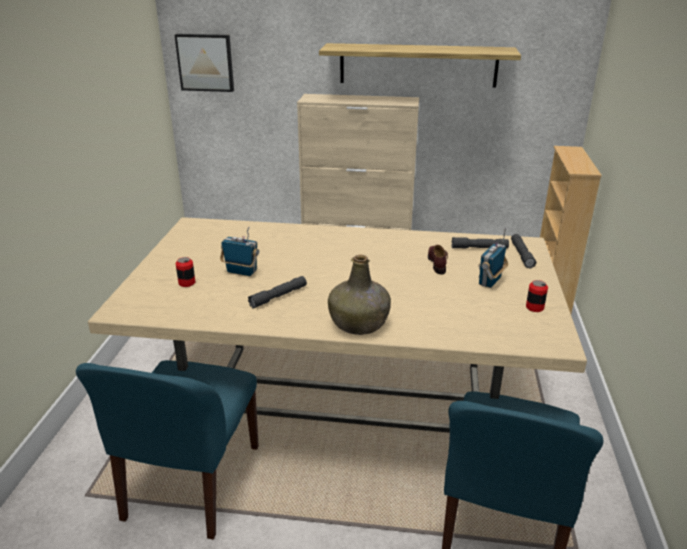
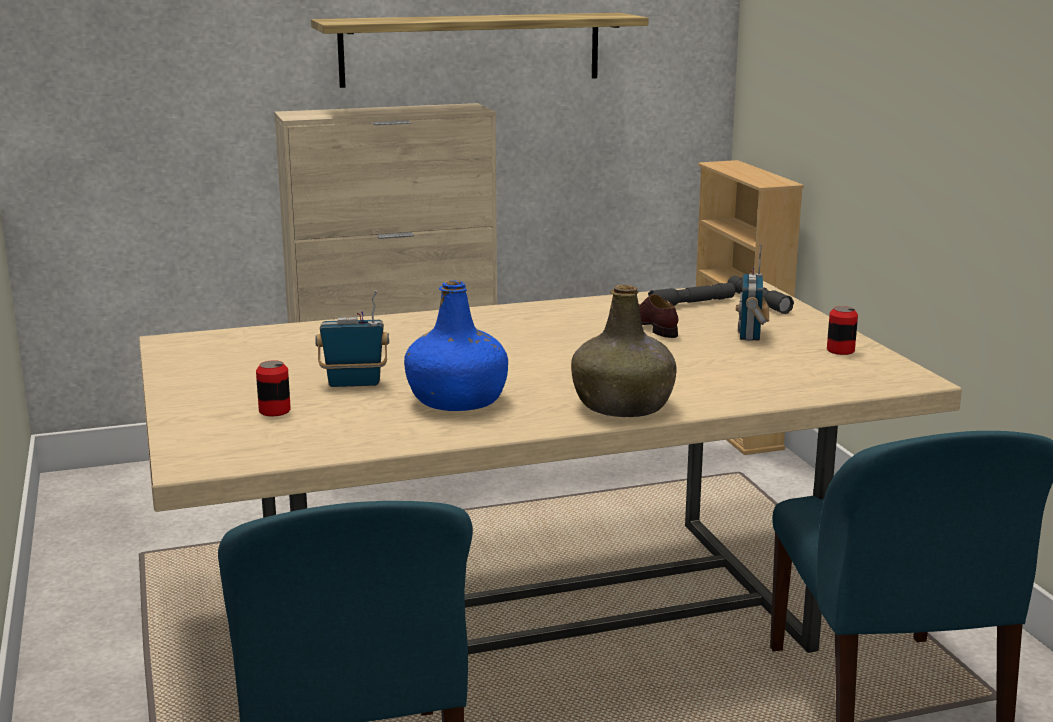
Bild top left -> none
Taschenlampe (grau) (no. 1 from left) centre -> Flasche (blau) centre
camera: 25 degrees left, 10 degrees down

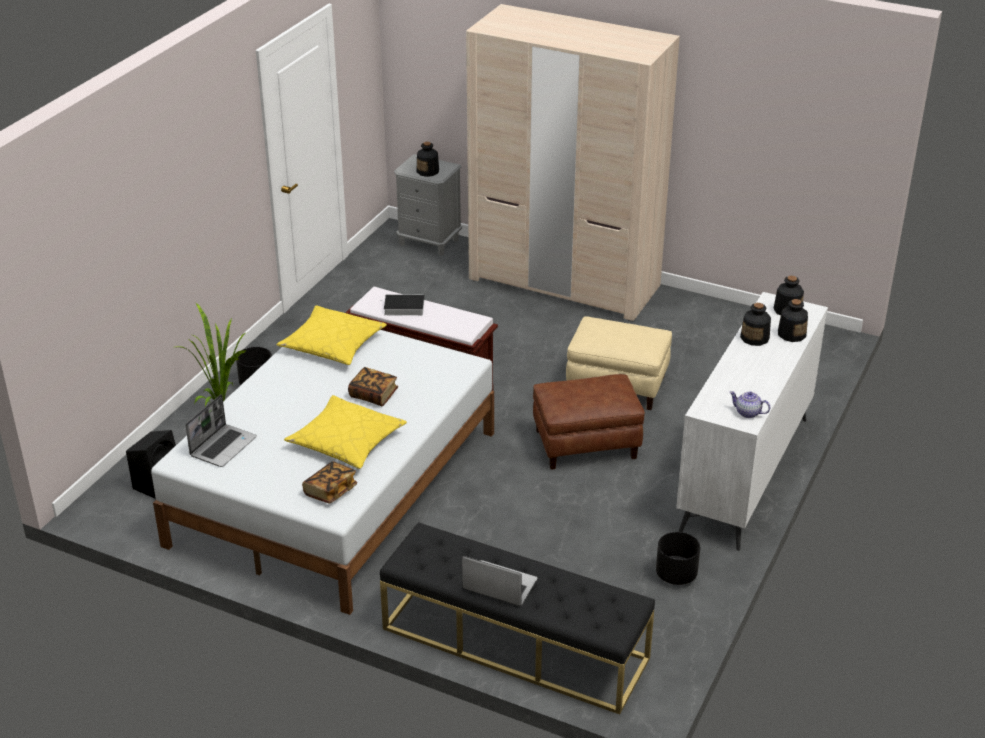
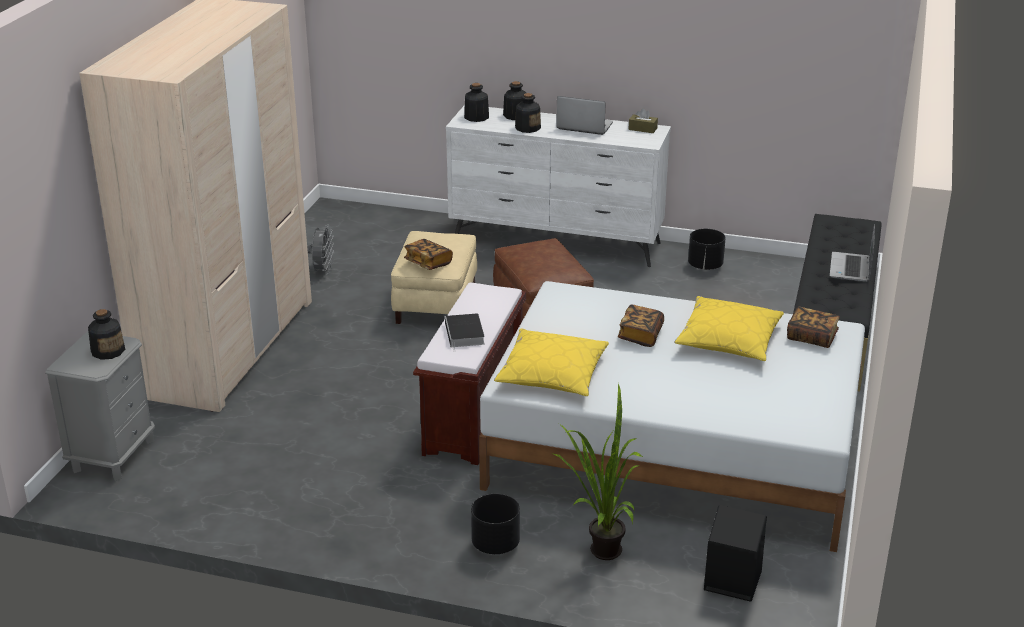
Laptop (no. 1 from left) middle left -> Laptop (no. 1 from left) top centre, relocated
Teekanne middle right -> Taschentuchbox (braun) top centre
none -> Ventilator (grau) middle left
none -> Buch (no. 1 from left) centre
camera: 100 degrees left, 5 degrees down

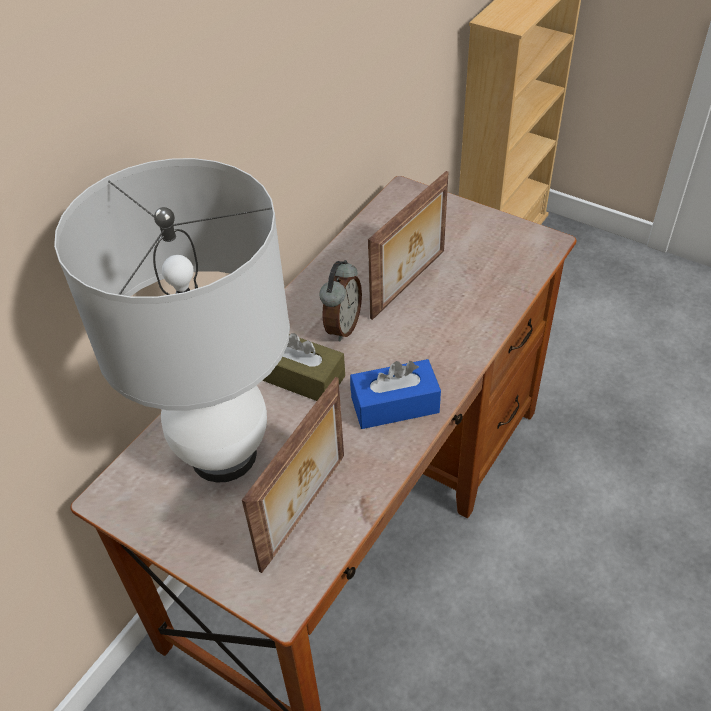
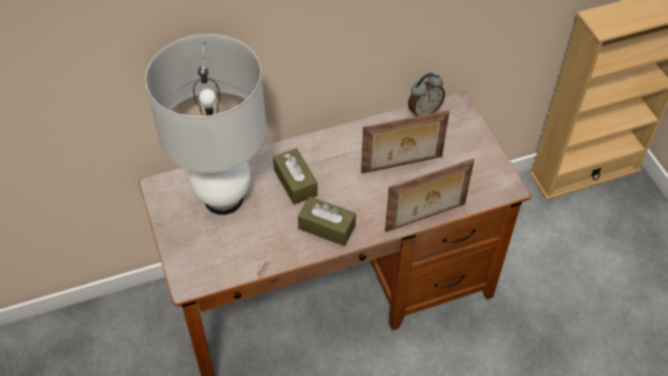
Bilderrahmen (no. 1 from left in the first image) bottom centre -> Bilderrahmen (no. 2 from left) centre, relocated
Wecker centre -> Wecker top centre, relocated
Taschentuchbox (blau) centre -> Taschentuchbox (braun) (no. 2 from left) centre
camera: 35 degrees right, 5 degrees up

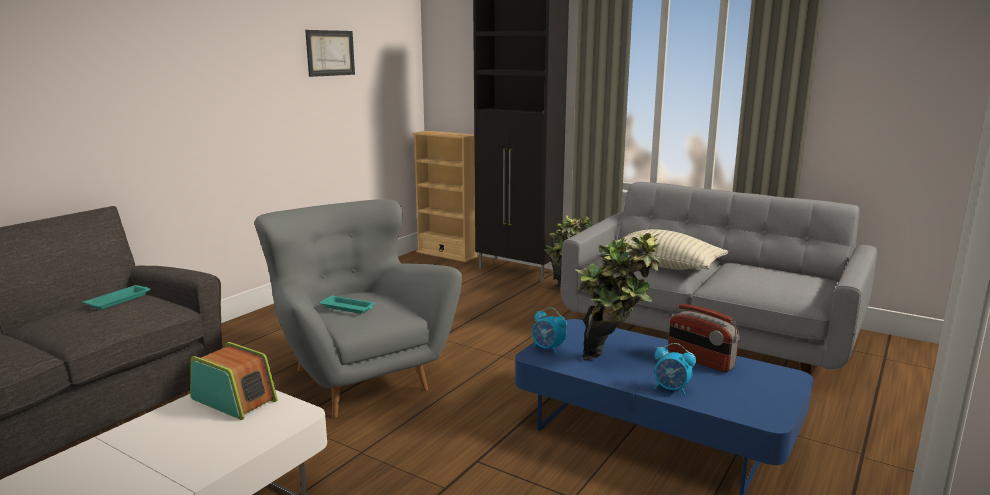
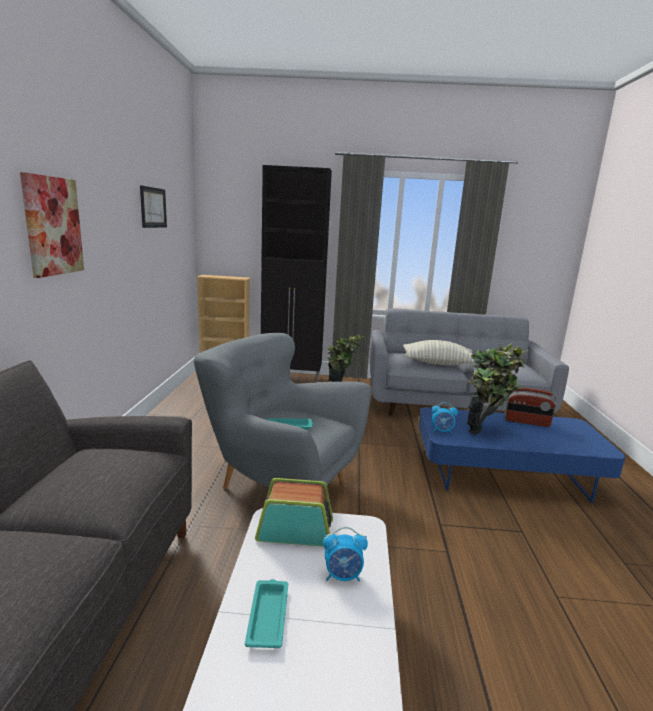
Tablett (türkis) (no. 1 from left) middle left -> Tablett (türkis) (no. 1 from left) bottom centre, relocated
Wecker (no. 2 from left in the first image) bottom right -> Wecker (no. 1 from left) bottom centre, relocated
none -> Bild (no. 1 from left) top left
camera: 30 degrees left, 0 degrees up

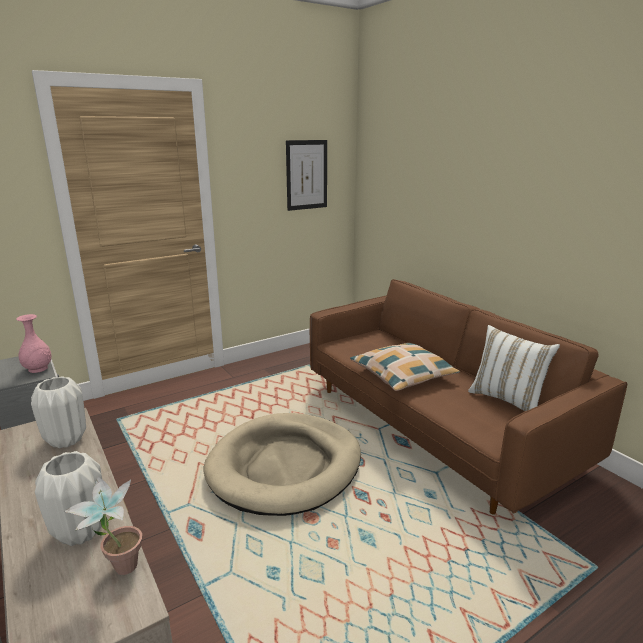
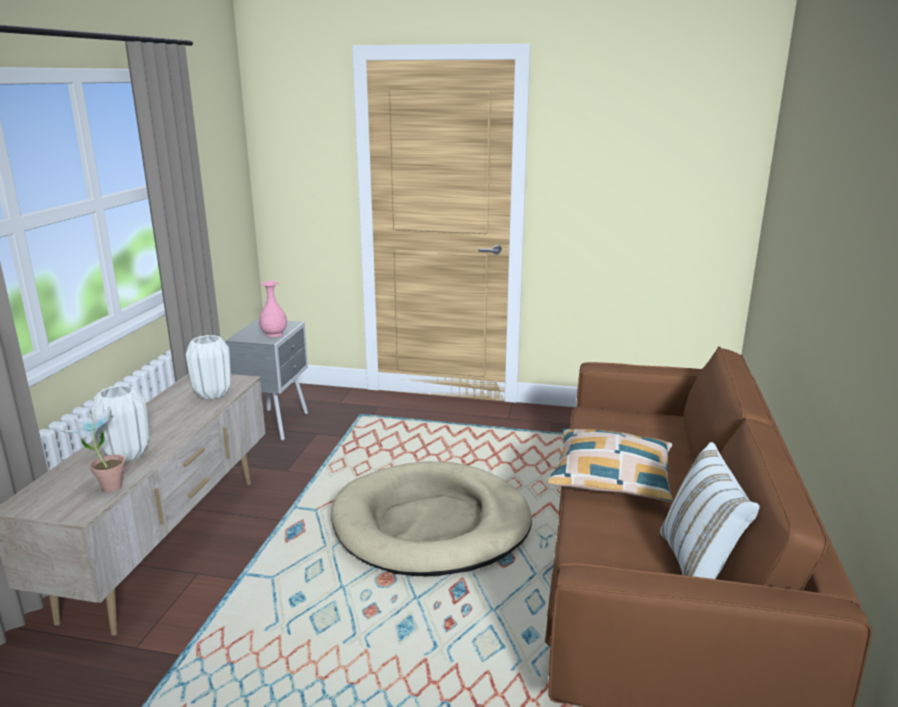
Bild top centre -> none
camera: 45 degrees right, 0 degrees up

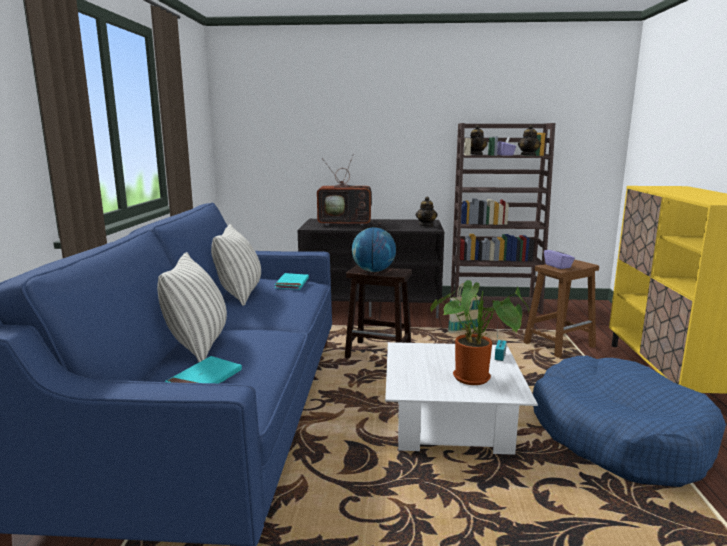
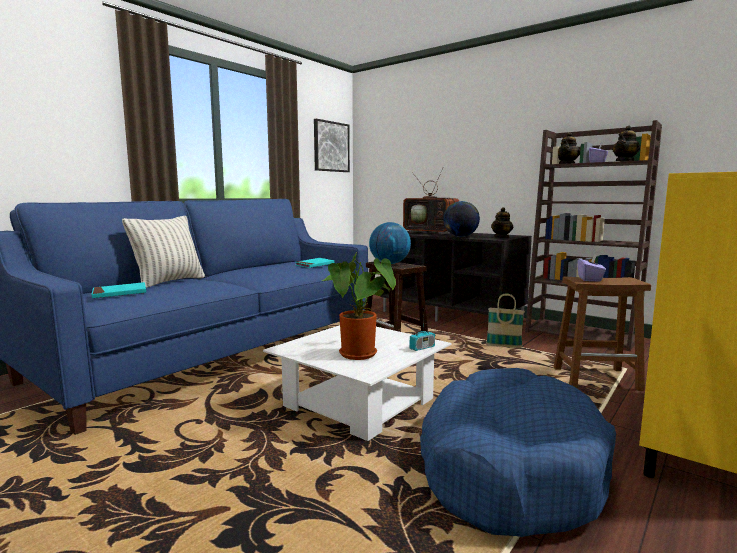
Kissen (no. 2 from left) middle left -> none
none -> Bild top centre
none -> Globus (no. 2 from left) centre
camera: 35 degrees right, 5 degrees down

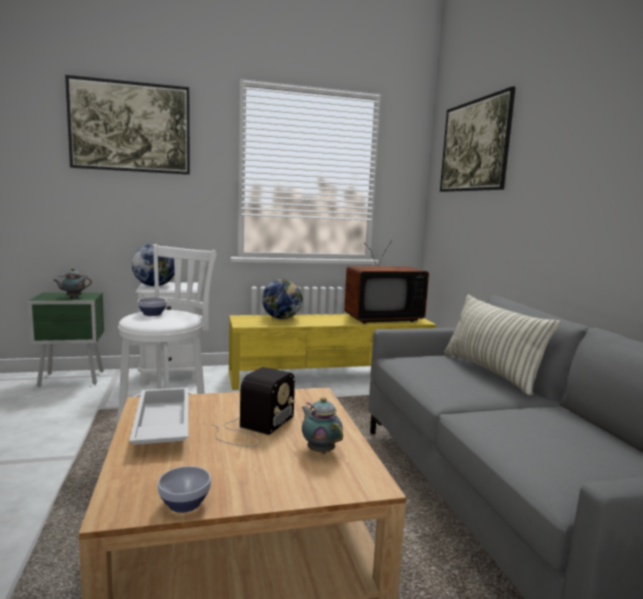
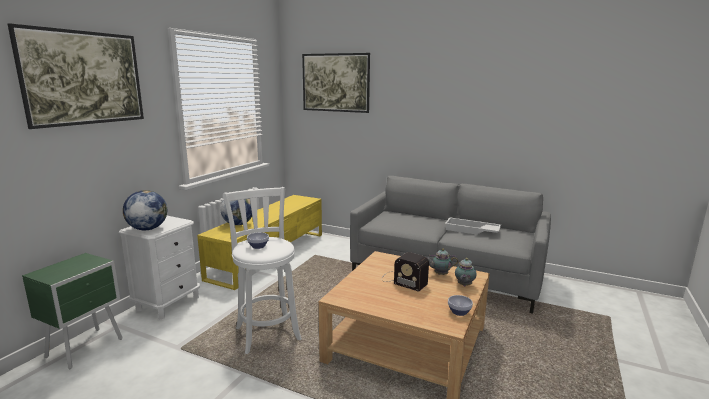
Teekanne (no. 1 from left in the first image) middle left -> Teekanne (no. 2 from left) bottom centre, relocated
Tablett (weiß) bottom left -> Tablett (weiß) middle right, relocated
Radio bottom centre, 150 degrees clockwise
Fernseher centre -> none
Kissen middle right -> none
camera: 50 degrees left, 5 degrees up

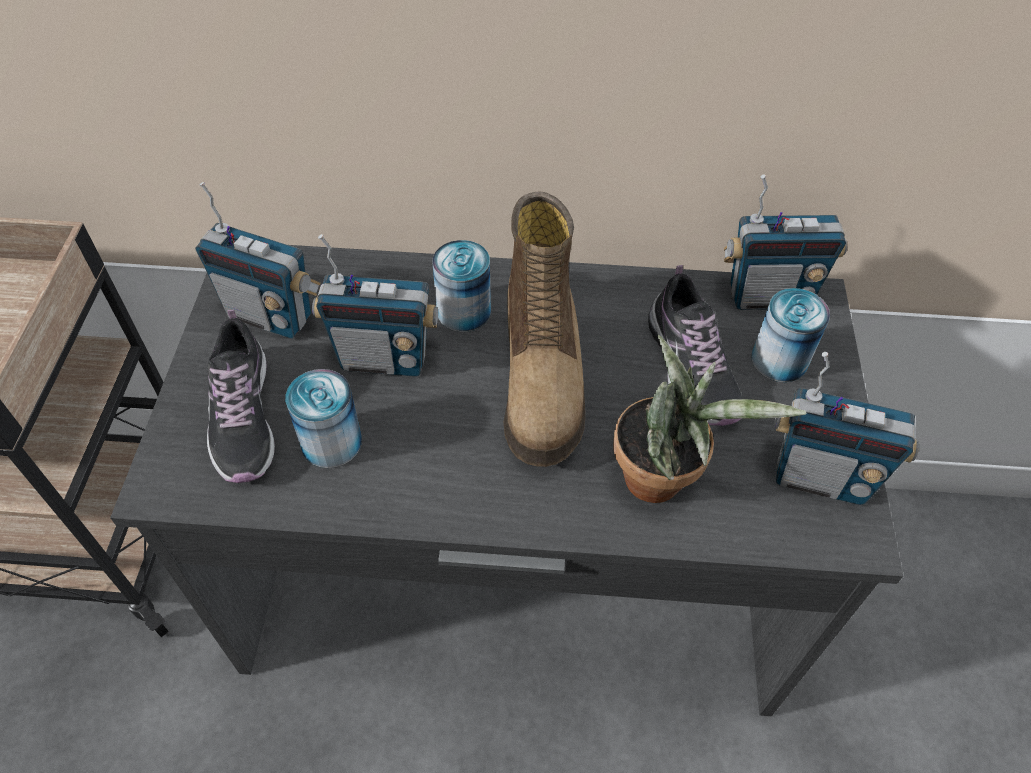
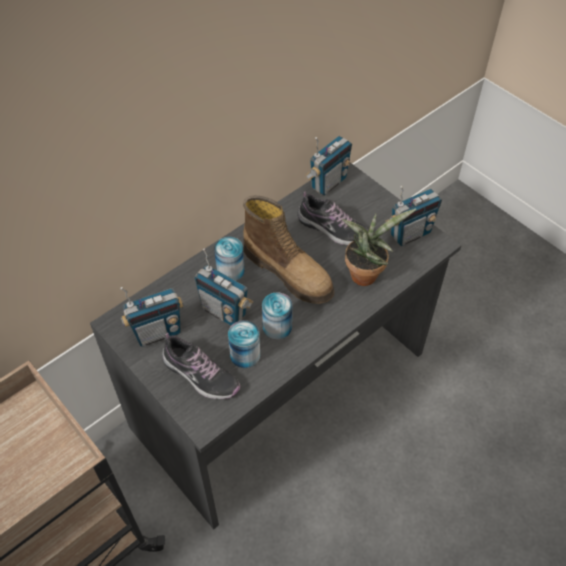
Radio (no. 2 from left) centre, 75 degrees clockwise
Dose (no. 3 from left) middle right -> Dose (no. 3 from left) centre, relocated
camera: 45 degrees left, 0 degrees up

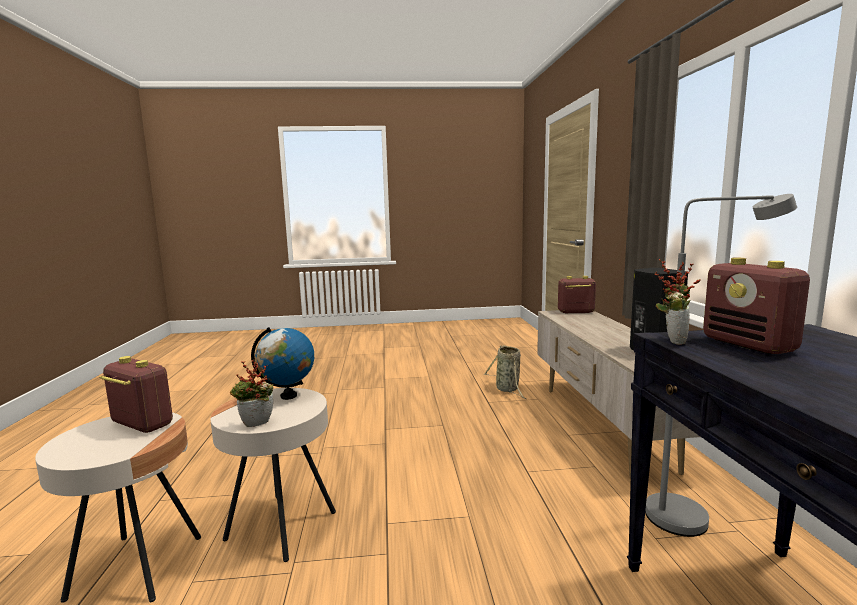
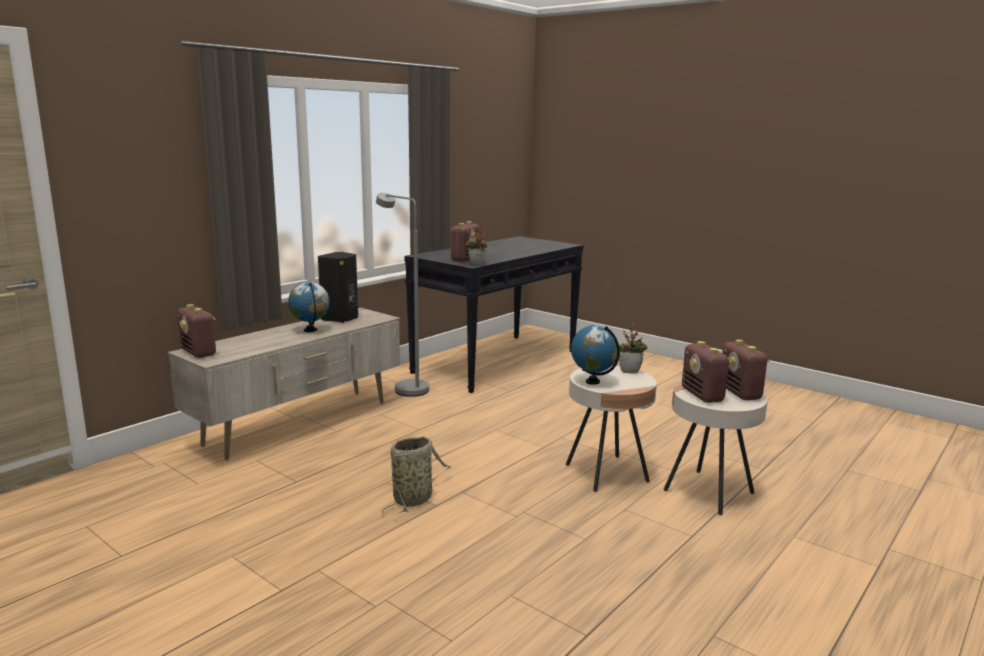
Korb centre -> Korb bottom centre, relocated
none -> Globus (no. 1 from left) middle left
none -> Radio (no. 4 from left) middle right
camera: 135 degrees left, 5 degrees up

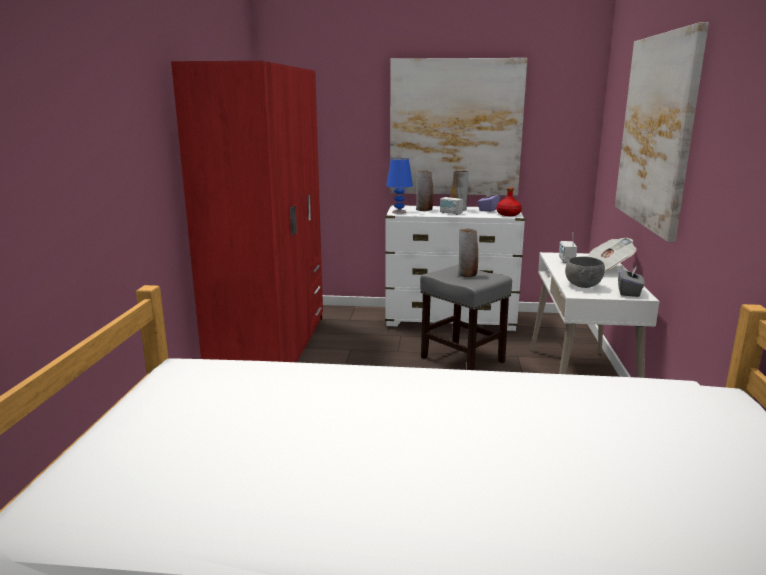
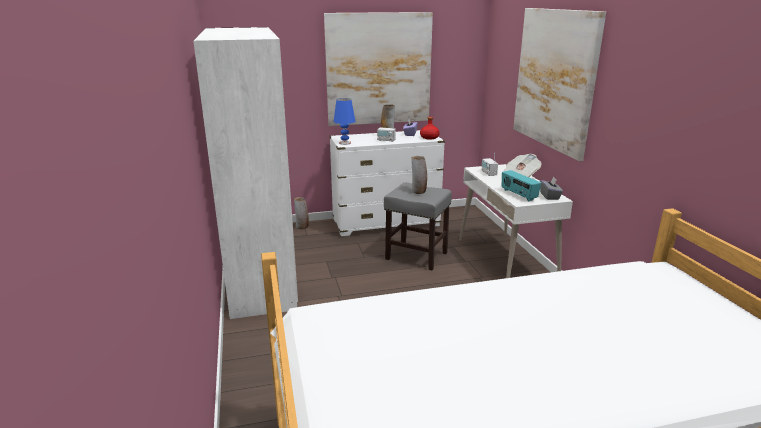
Kleiderschrank (rot) middle left -> Kleiderschrank (weiß) middle left
Vase (no. 1 from left) top centre -> Vase (no. 1 from left) centre, relocated
Schüssel (grau) middle right -> Radio (no. 3 from left) middle right
camera: 20 degrees left, 5 degrees up

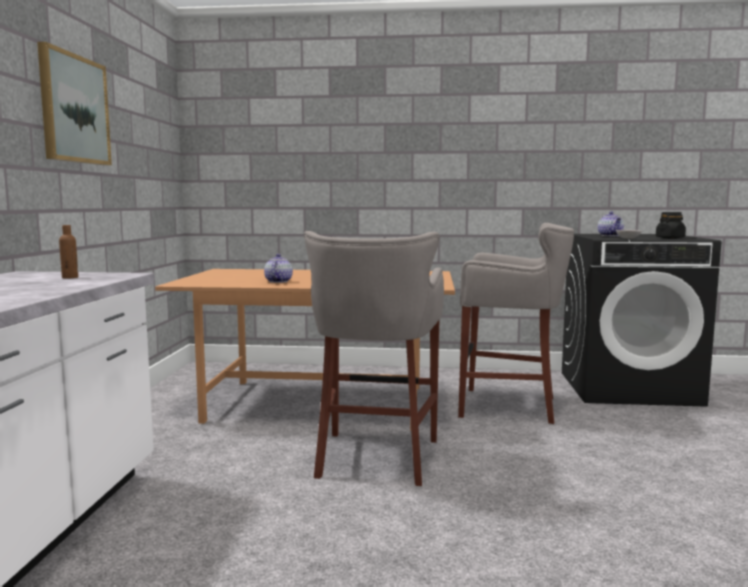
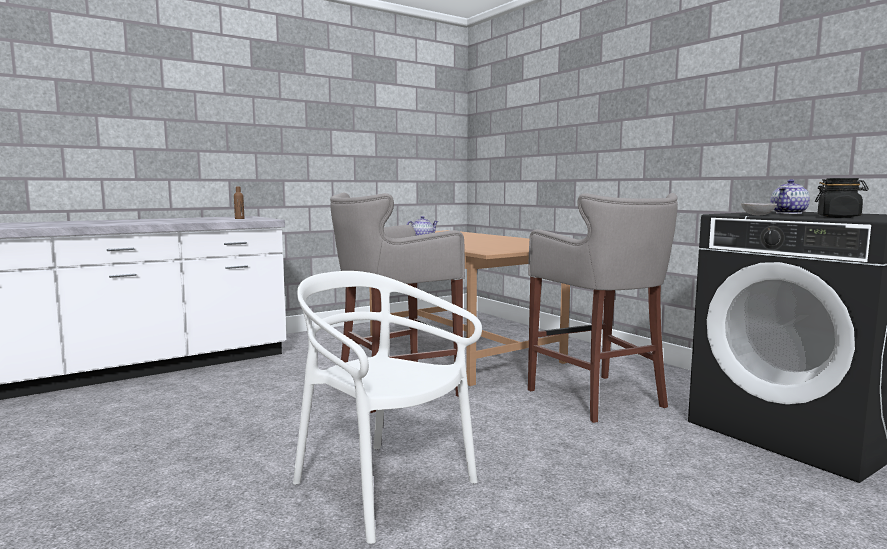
Bild top left -> none
none -> Stuhl (weiß) bottom centre
camera: 50 degrees right, 0 degrees up

